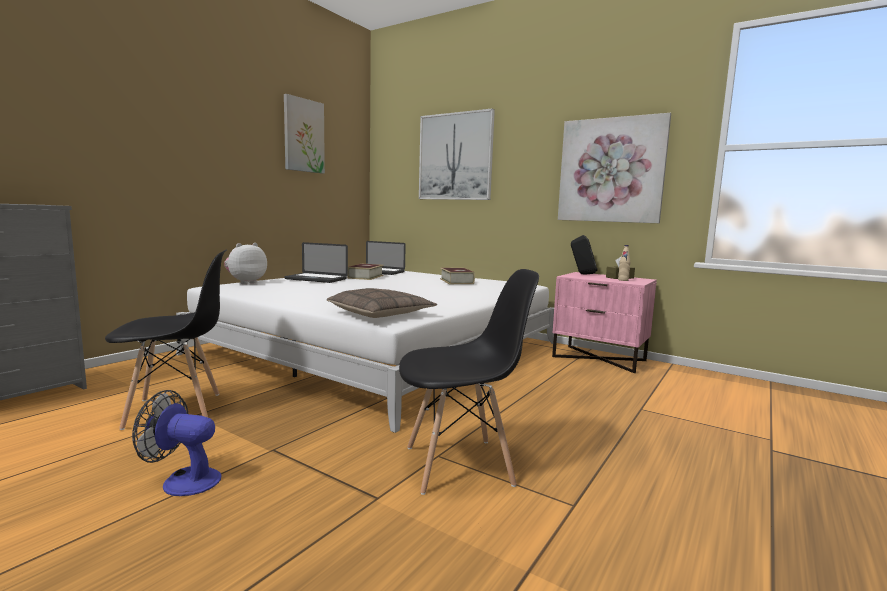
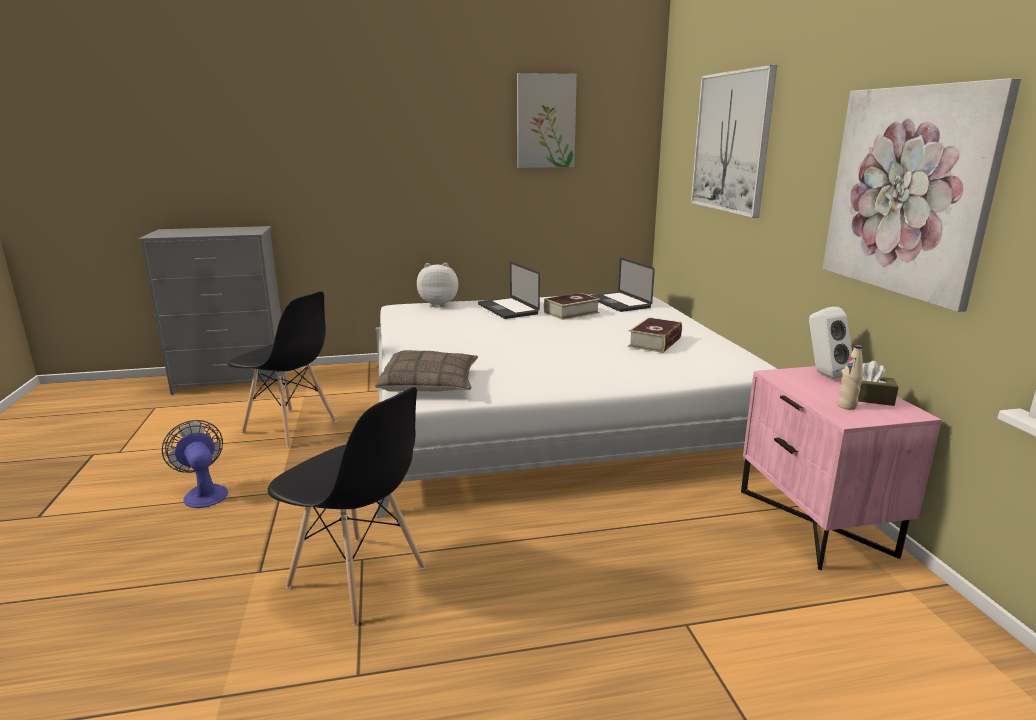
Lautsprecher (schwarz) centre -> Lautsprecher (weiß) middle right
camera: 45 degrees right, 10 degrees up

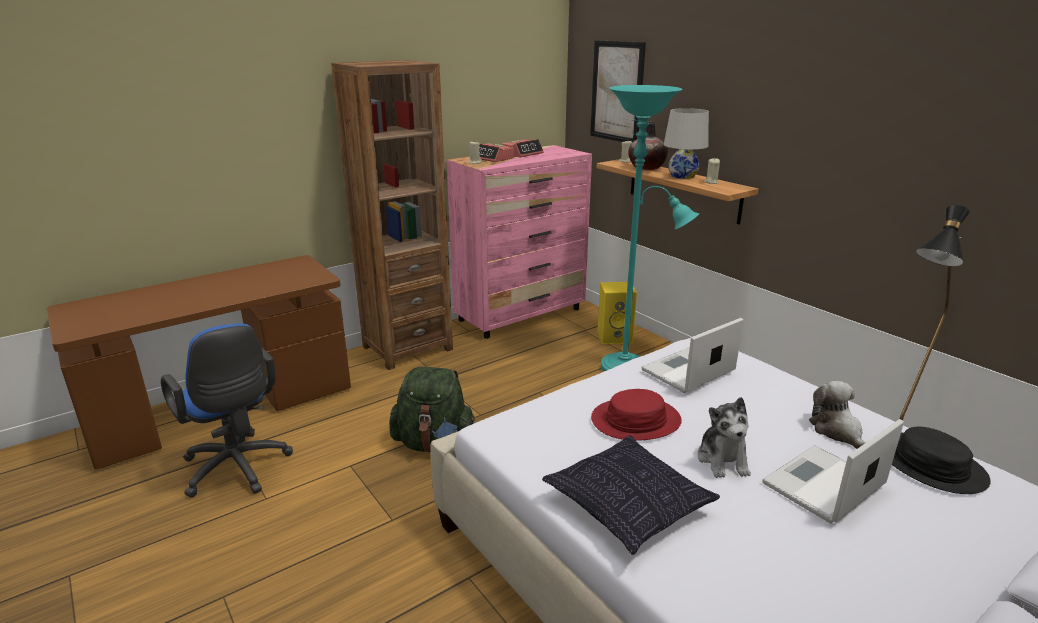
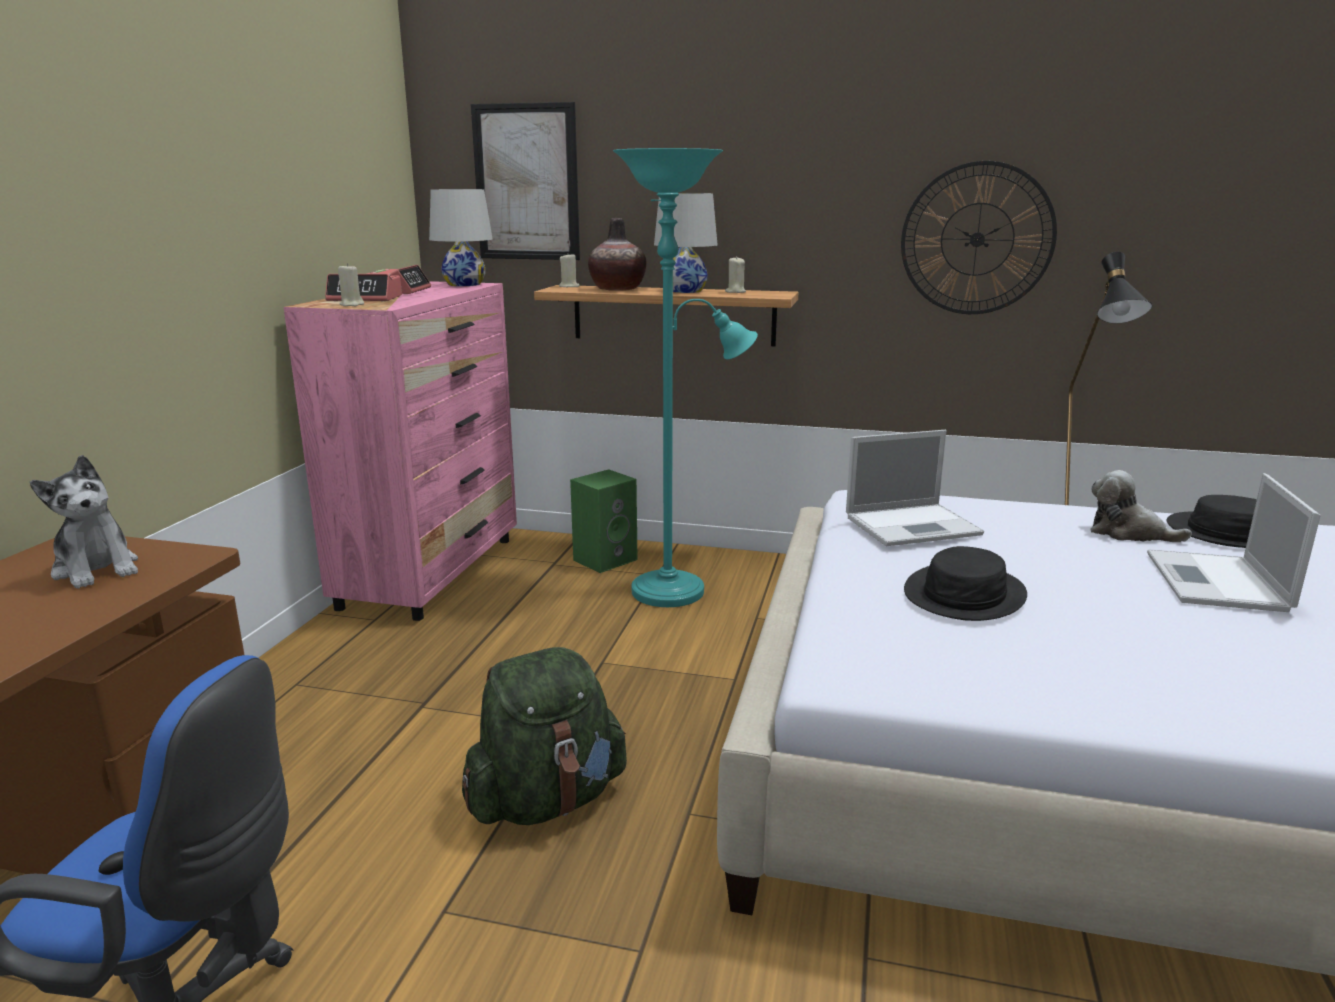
Bücherregal (braun) centre -> none
Kissen bottom centre -> none
Hut (rot) centre -> Hut (schwarz) (no. 1 from left) middle right
Lautsprecher (gelb) centre -> Lautsprecher (grün) centre
Laptop (no. 1 from left) middle right, 120 degrees counterclockwise
Plüschtier (no. 1 from left) bottom right -> Plüschtier (no. 1 from left) middle left, relocated
none -> Tischlampe (weiß) (no. 1 from left) top centre
none -> Wanduhr top right
camera: 40 degrees left, 5 degrees down

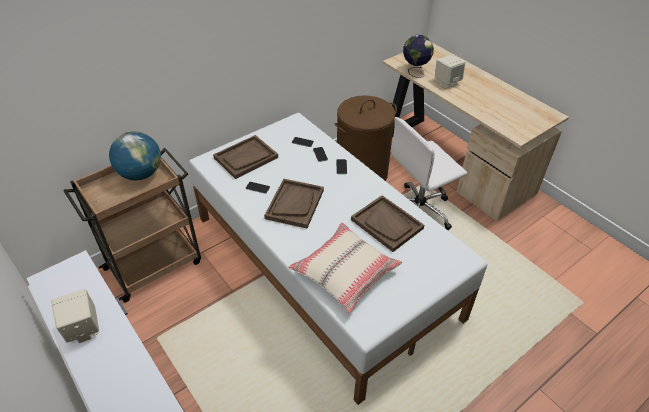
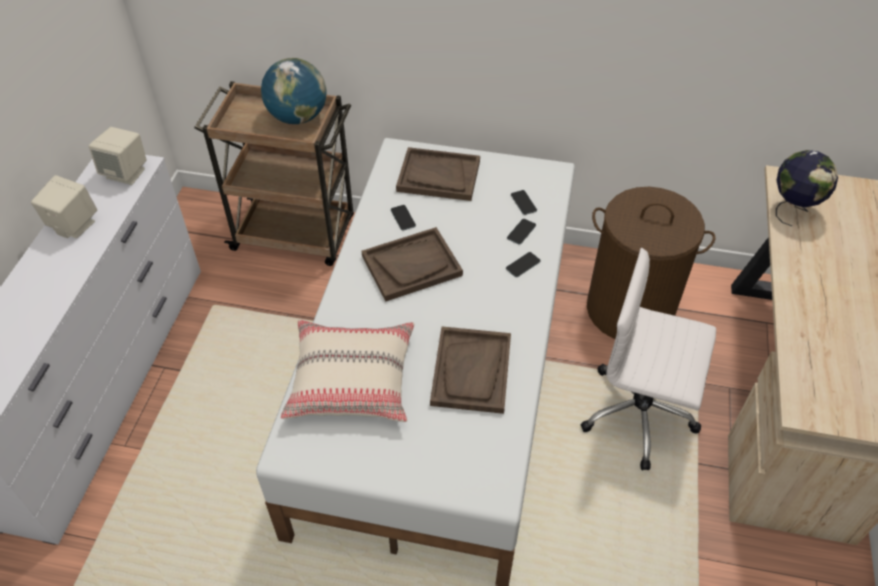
Lautsprecher (beige) (no. 2 from left) top right -> Lautsprecher (beige) (no. 2 from left) top left, relocated
camera: 50 degrees right, 5 degrees up

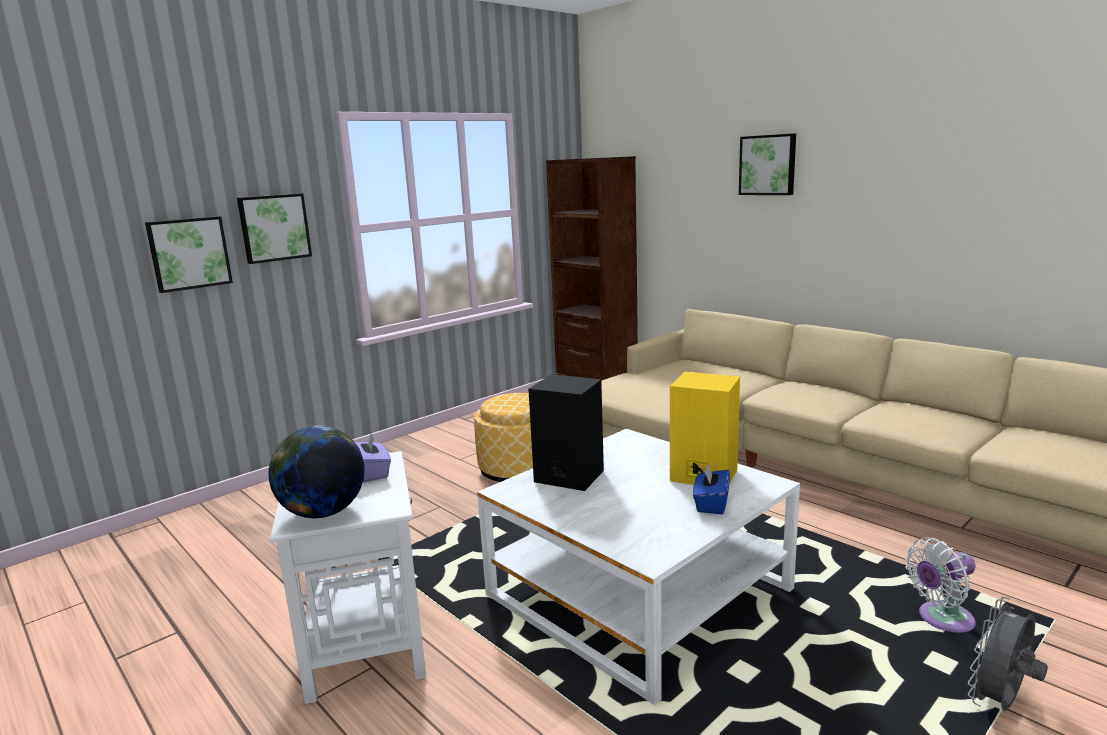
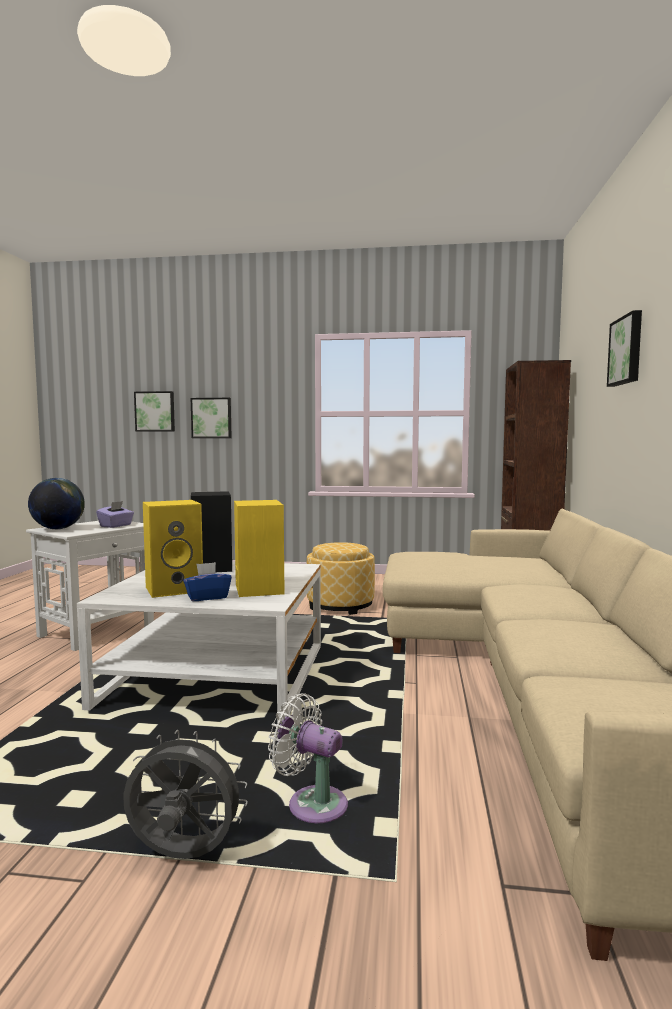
Bild (no. 2 from left in the first image) top left -> Bild (no. 1 from left) middle left, relocated
none -> Lautsprecher (gelb) (no. 1 from left) middle left
camera: 50 degrees right, 10 degrees down

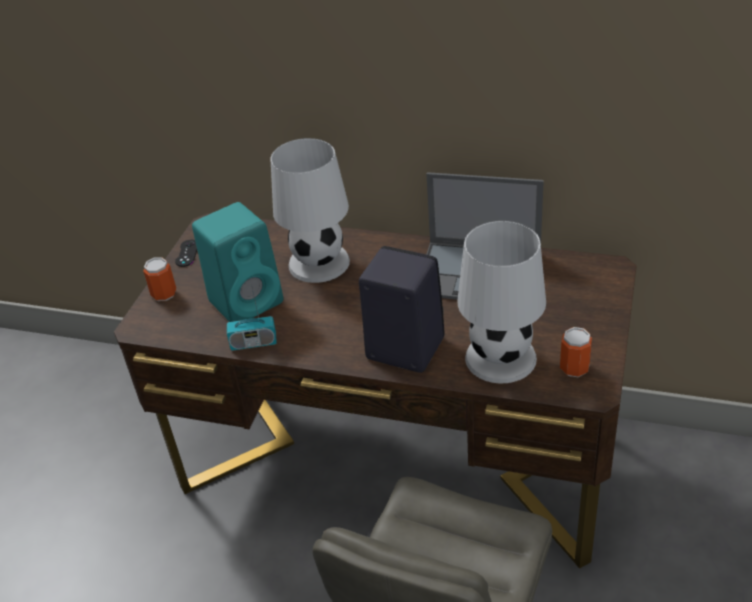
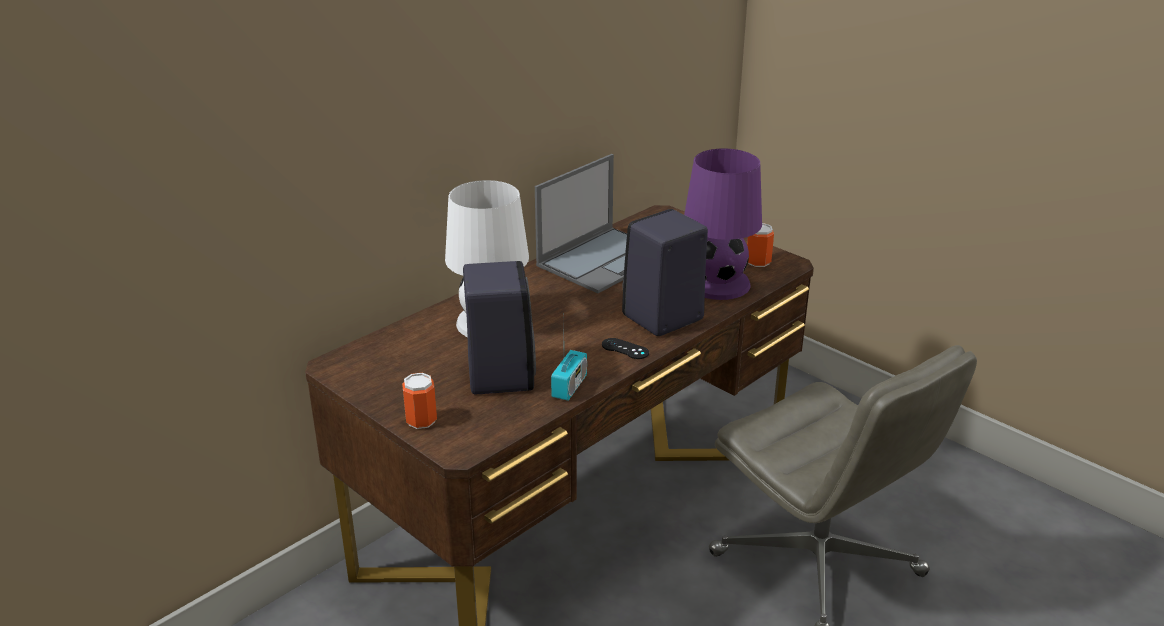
Gamepad (schwarz) middle left -> Gamepad (schwarz) centre, relocated
Lautsprecher (türkis) middle left -> Lautsprecher (schwarz) (no. 1 from left) centre
Tischlampe (weiß) (no. 2 from left) centre -> Tischlampe (lila) centre
camera: 65 degrees left, 10 degrees down

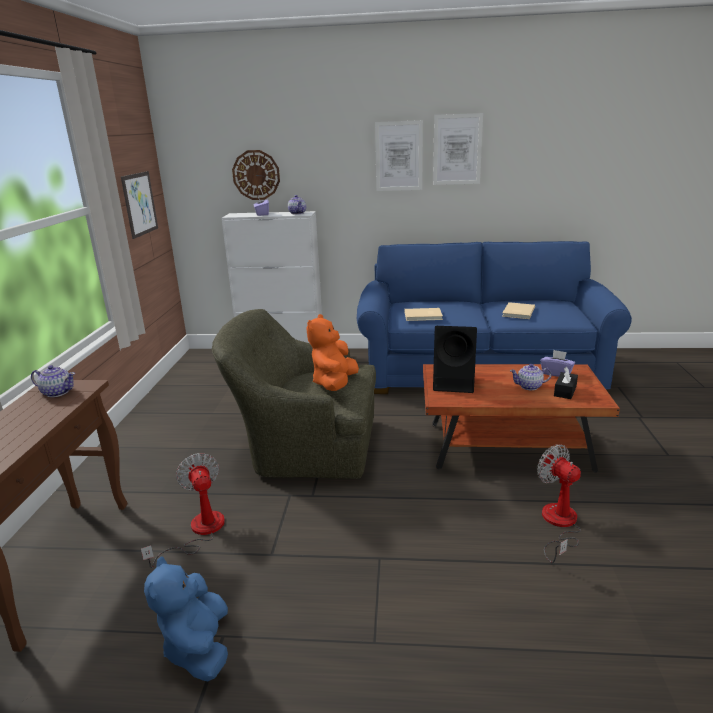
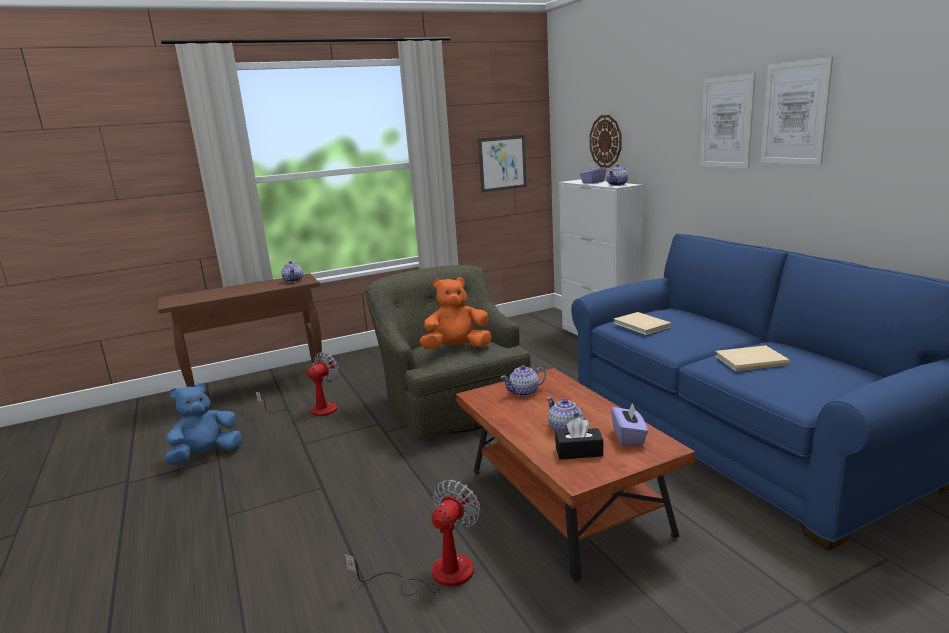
Lautsprecher (schwarz) centre -> Teekanne (no. 2 from left) centre
camera: 60 degrees right, 5 degrees down

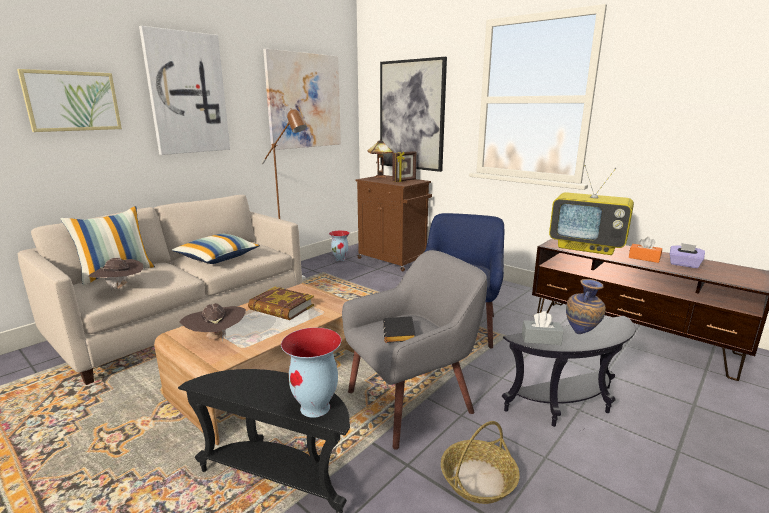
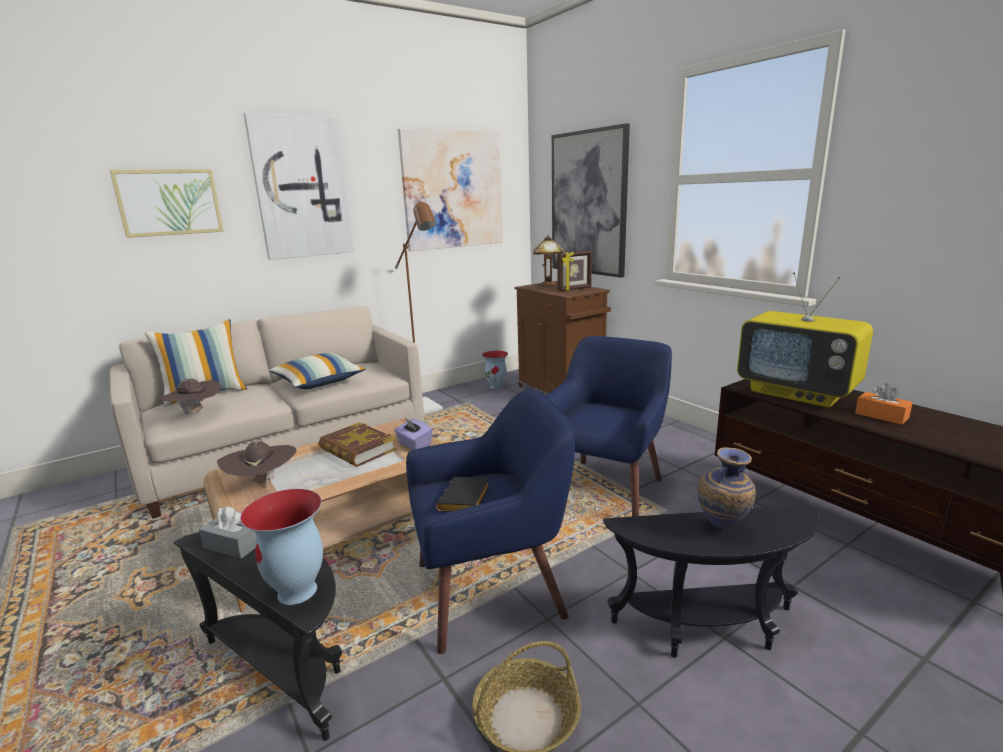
Sessel (grau) bottom centre -> Sessel (blau) (no. 1 from left) bottom centre
Taschentuchbox (grau) middle right -> Taschentuchbox (grau) bottom left, relocated
Taschentuchbox (lila) middle right -> Taschentuchbox (lila) centre, relocated
camera: 15 degrees right, 0 degrees up

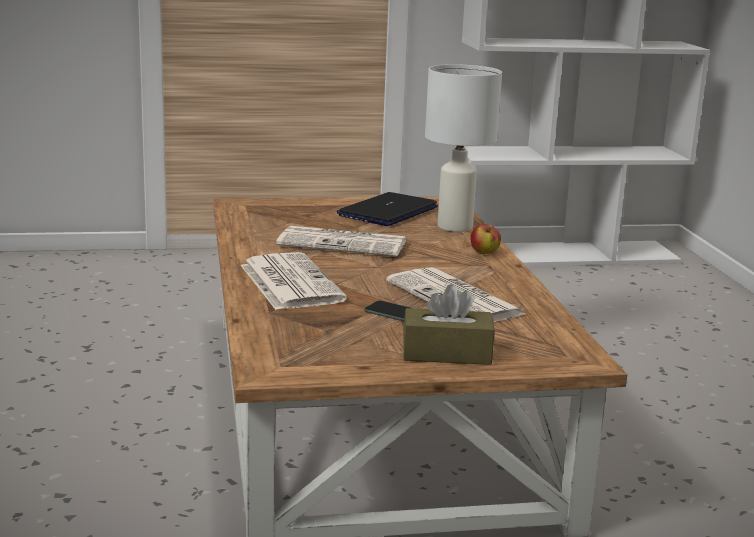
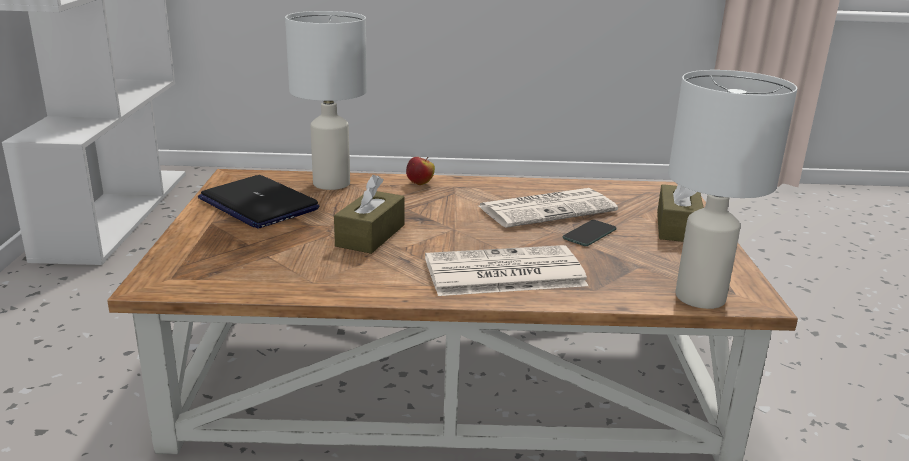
Zeitung (no. 2 from left) centre -> Taschentuchbox (braun) (no. 1 from left) centre
none -> Tischlampe (weiß) (no. 2 from left) middle right
camera: 80 degrees left, 5 degrees up

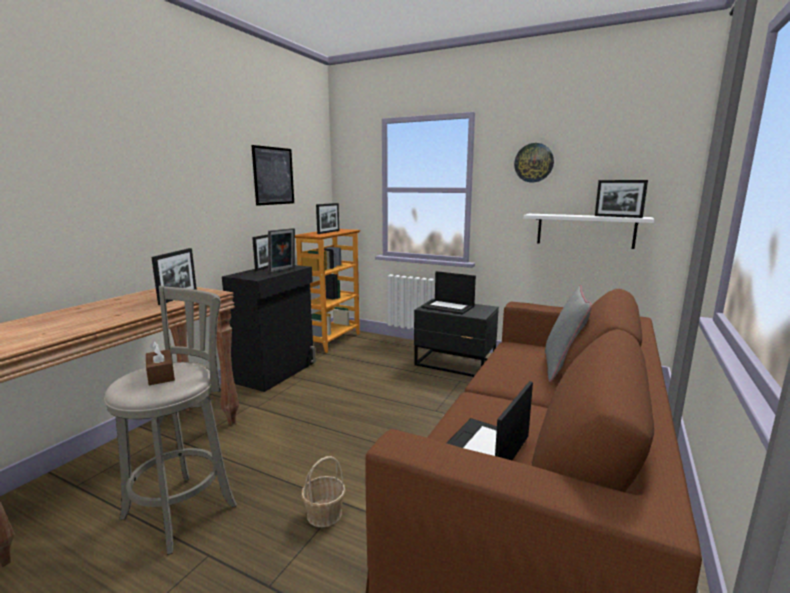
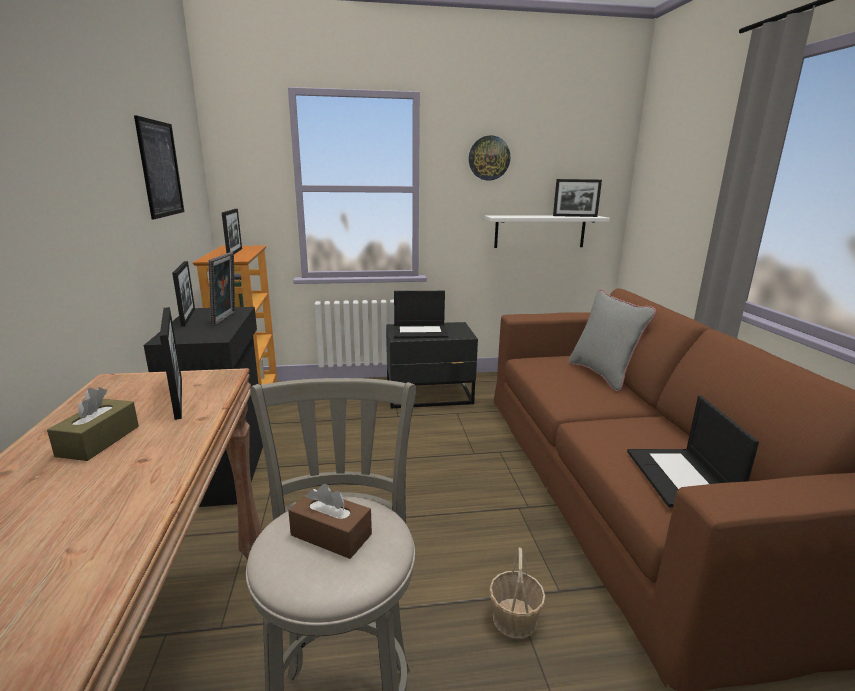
none -> Taschentuchbox (braun) (no. 1 from left) middle left
camera: 35 degrees left, 5 degrees up

